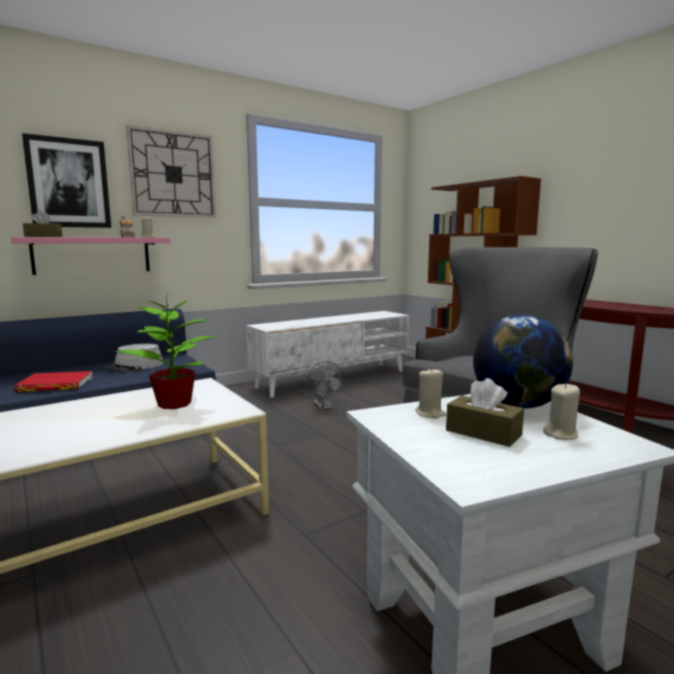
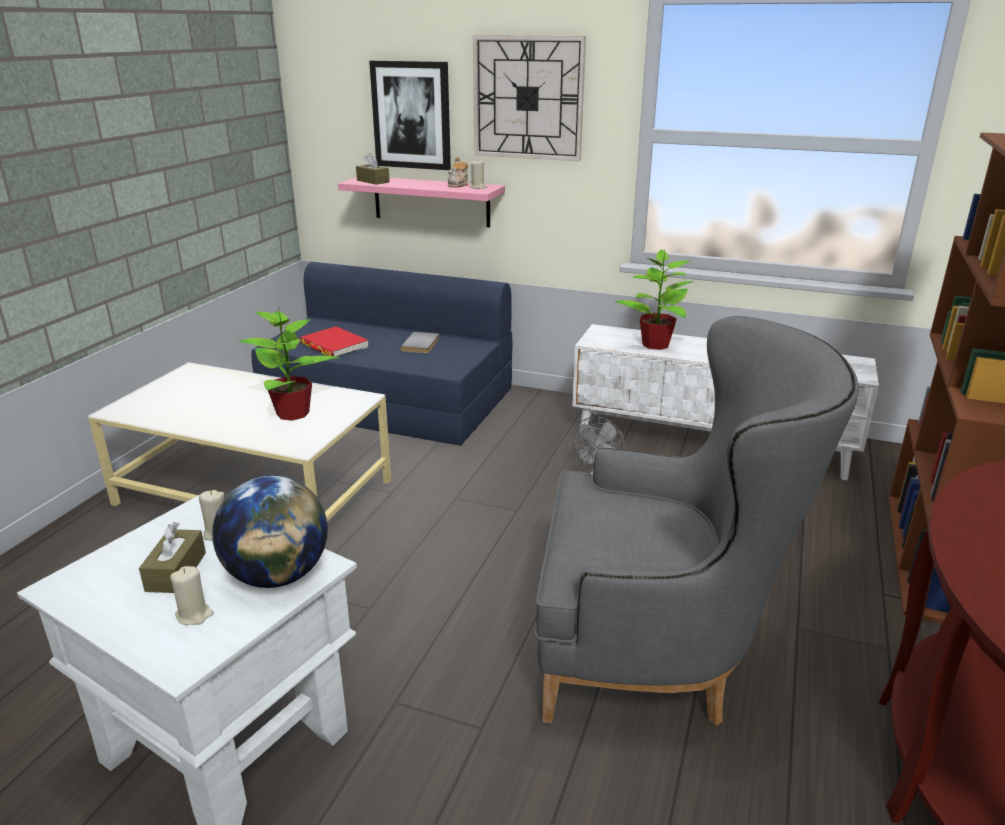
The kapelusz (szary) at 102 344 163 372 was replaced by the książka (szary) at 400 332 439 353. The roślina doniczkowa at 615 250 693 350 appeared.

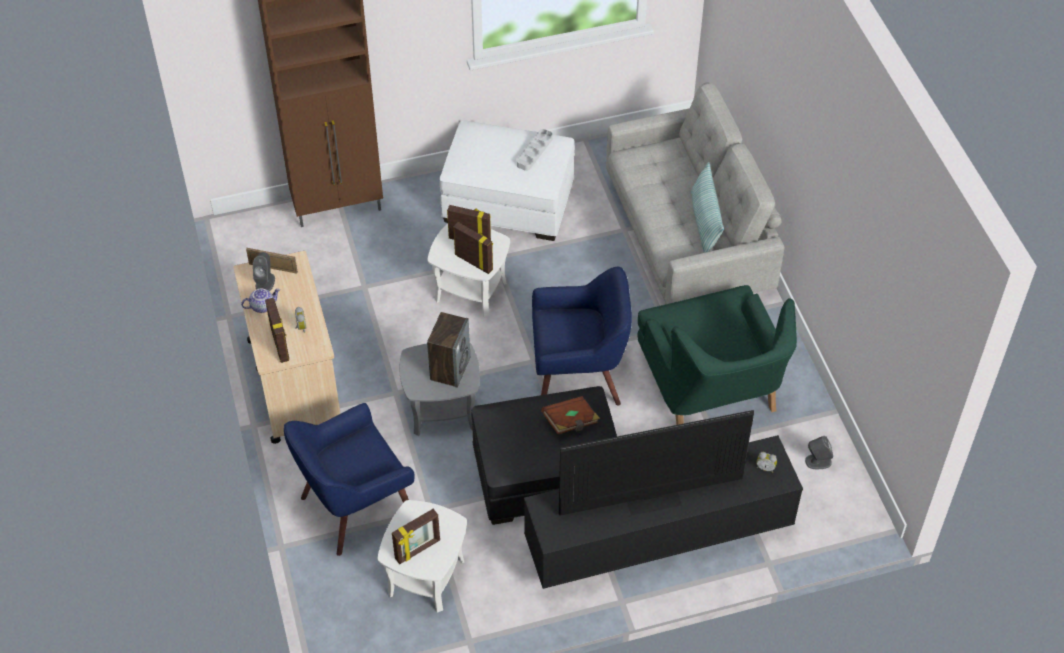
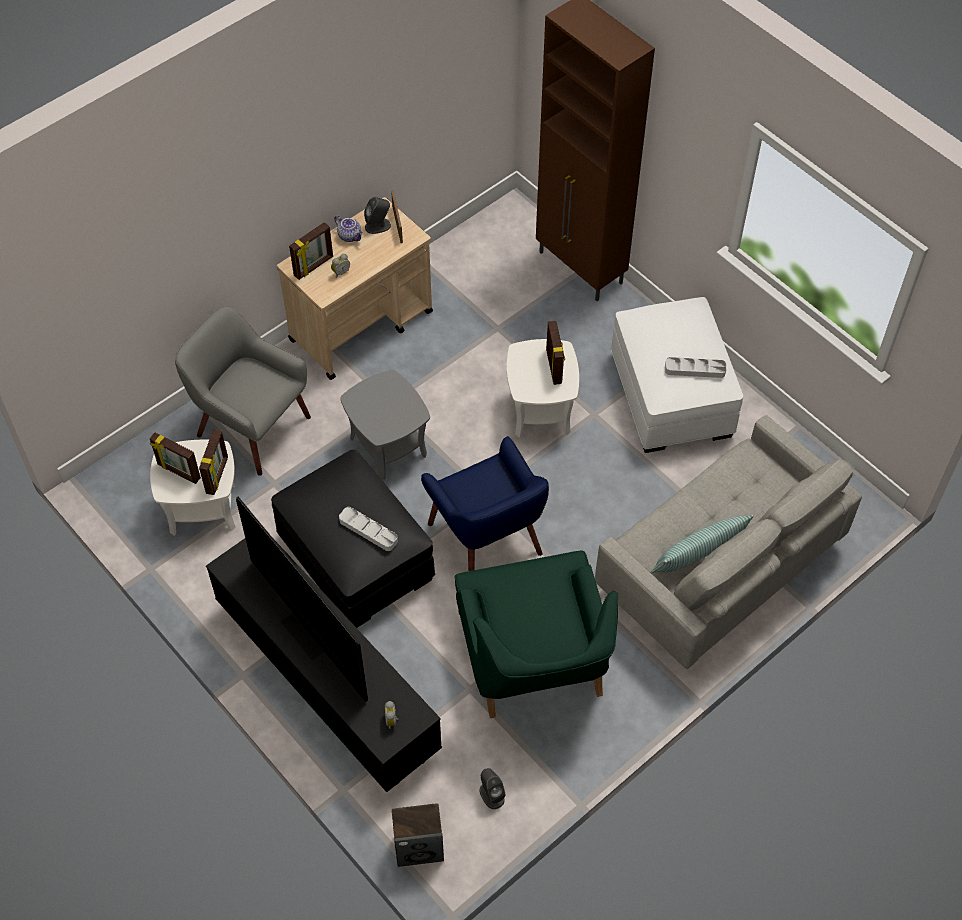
The ramka na zdjęcie moved from 453 222 493 274 to 199 429 228 495. The fotel (zielony) at 638 285 797 425 turned 60 degrees counterclockwise. The głośnik moved from 427 312 470 388 to 392 803 444 867. The książka (brązowy) at 541 396 600 435 was replaced by the taca (szary) at 339 507 398 551. The fotel (niebieski) at 284 403 415 556 became the fotel (szary) at 175 306 311 476.

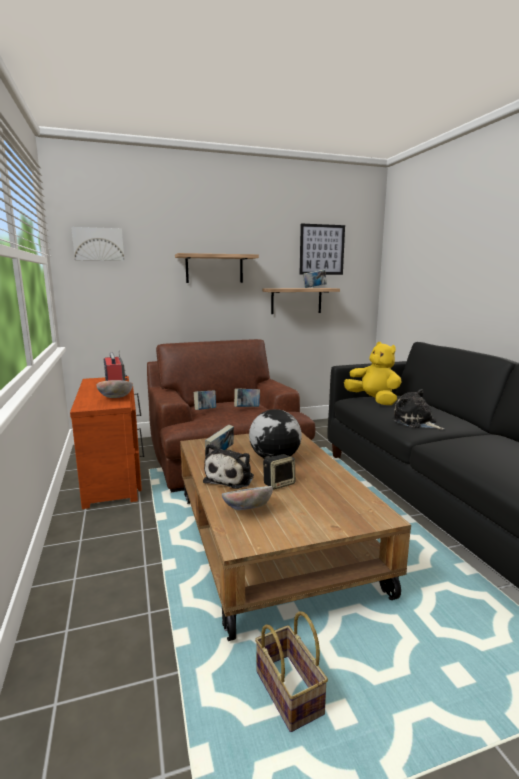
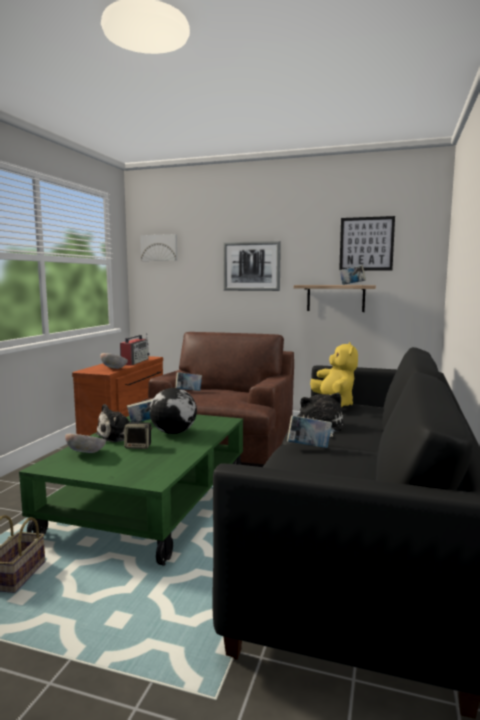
The półka at 175 253 259 283 was replaced by the obraz at 223 241 281 291. The książka moved from 234 388 260 407 to 287 415 332 448. The ława (brązowy) at 180 432 411 641 became the ława (zielony) at 19 414 243 566.

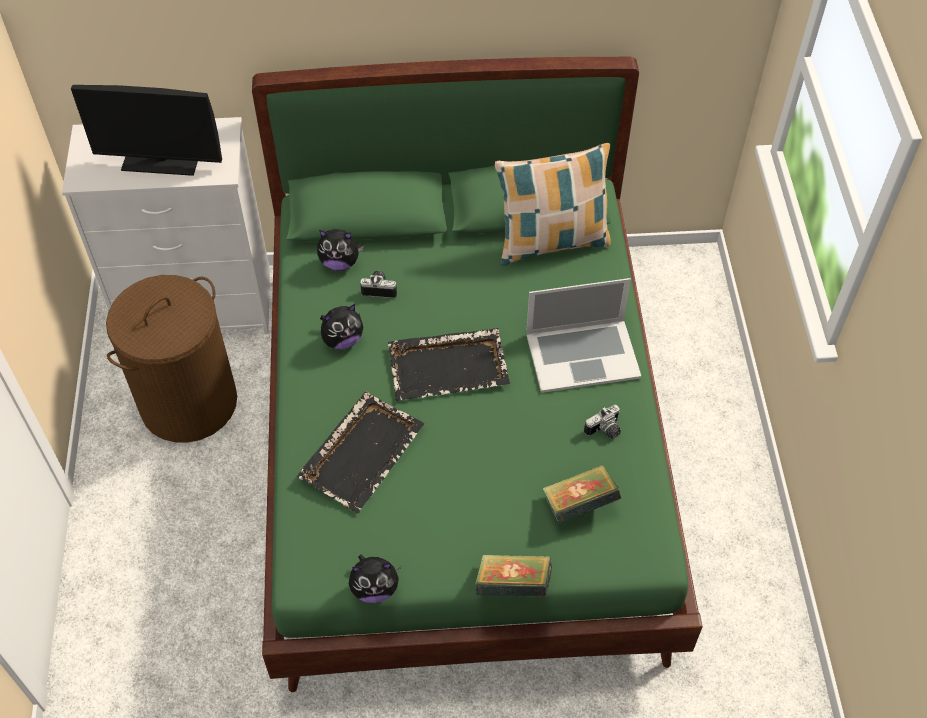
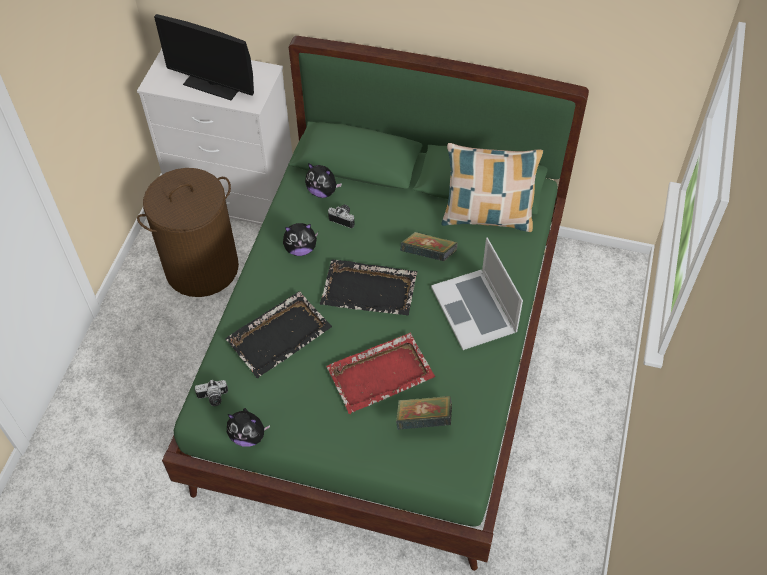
The laptop at 526 278 641 393 turned 60 degrees clockwise. The aparat fotograficzny moved from 584 405 621 439 to 195 379 228 406. The książka moved from 475 555 552 596 to 400 232 458 262. The taca (czerwony) at 326 333 435 414 appeared.

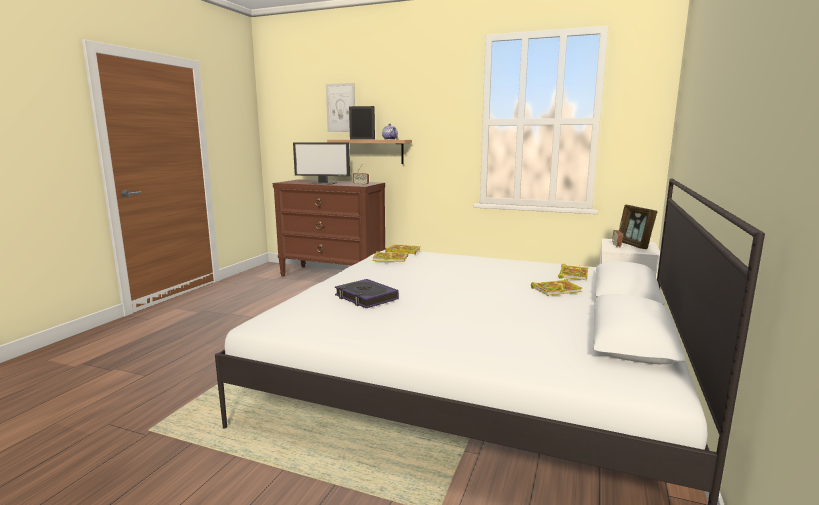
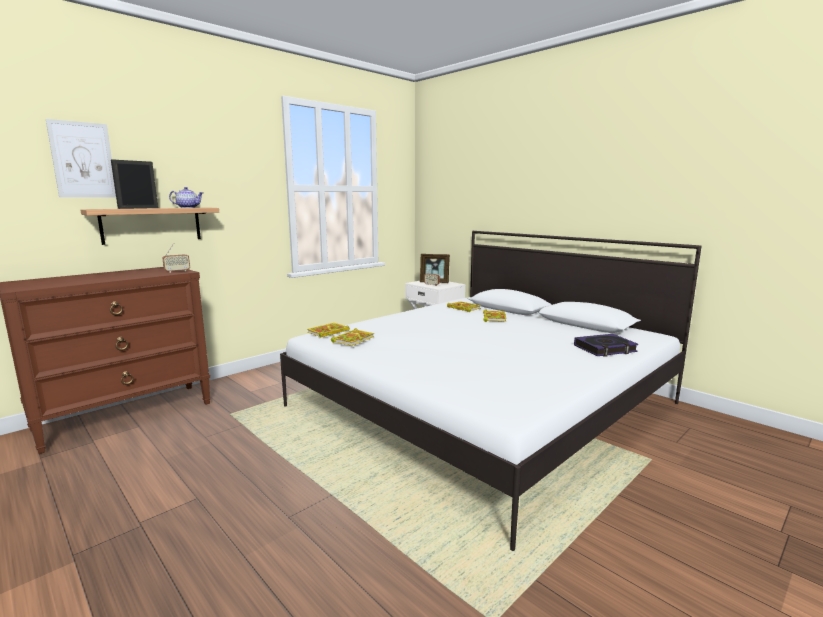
The monitor at 293 142 350 184 disappeared. The książka moved from 335 279 399 308 to 574 334 638 357.

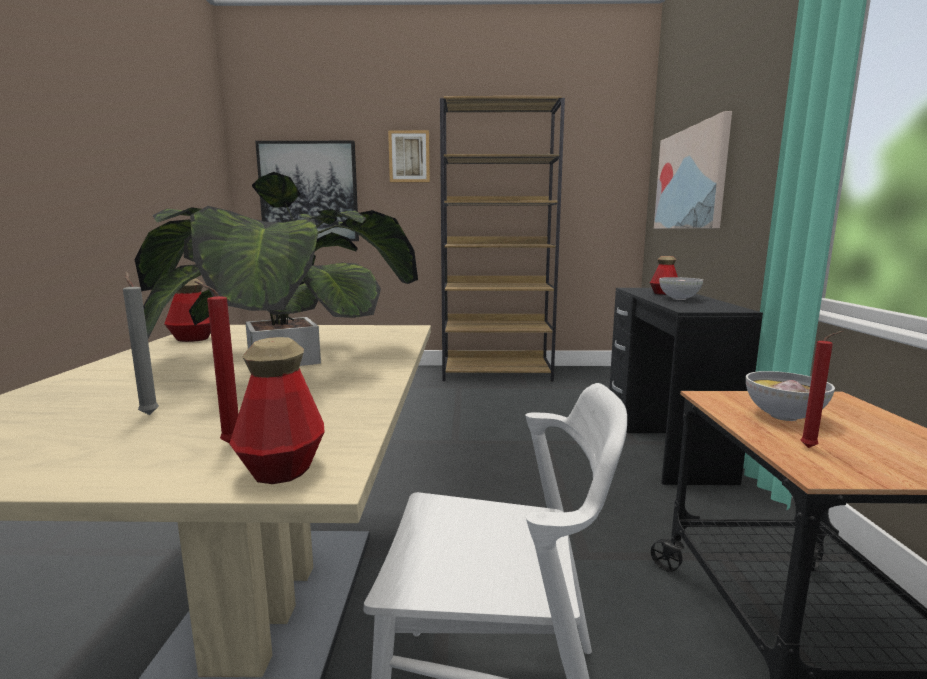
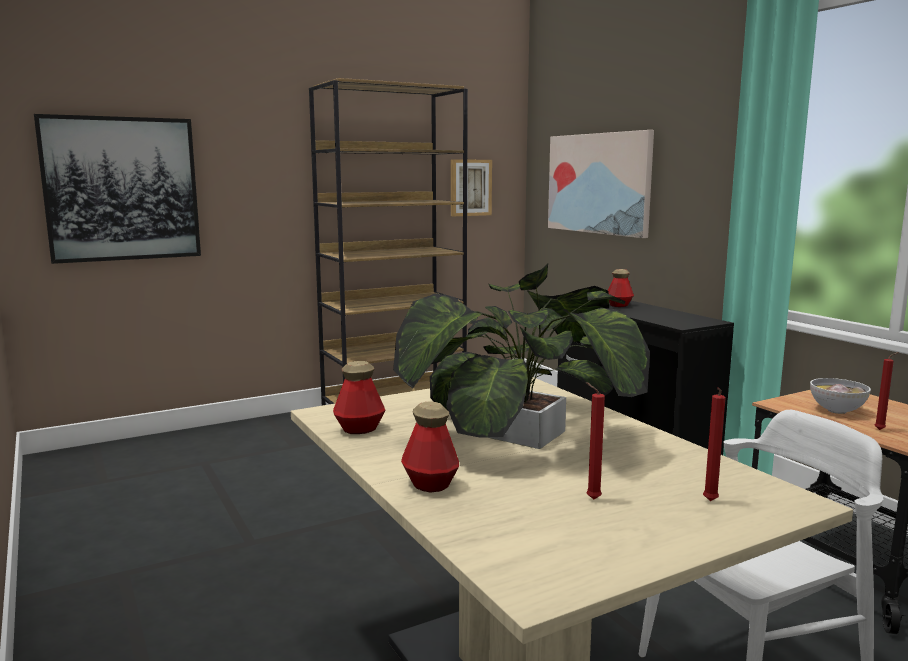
The obraz moved from 388 130 430 182 to 451 159 492 216. The świeca (szary) at 123 272 159 415 became the świeca (czerwony) at 586 382 605 499. The miska at 659 277 703 300 disappeared. The butelka moved from 229 337 324 484 to 401 401 459 493.

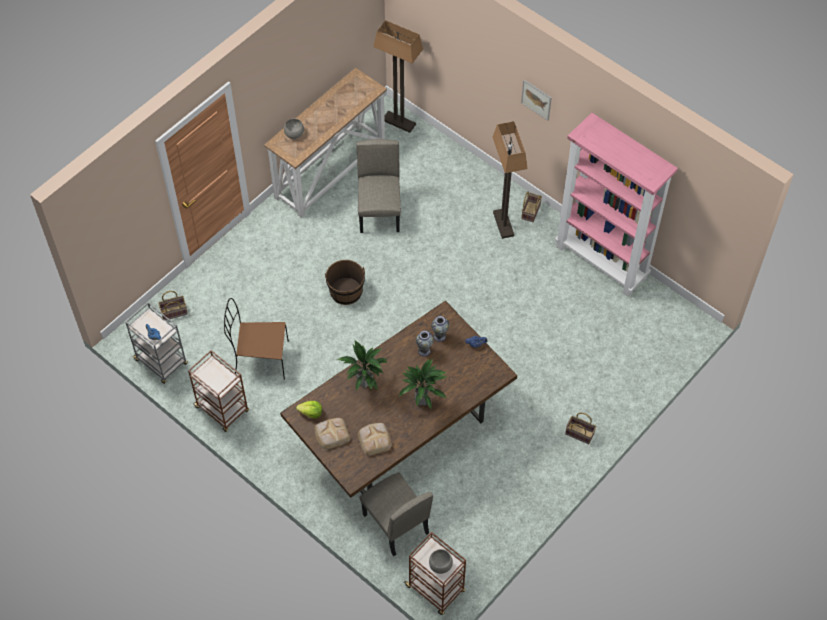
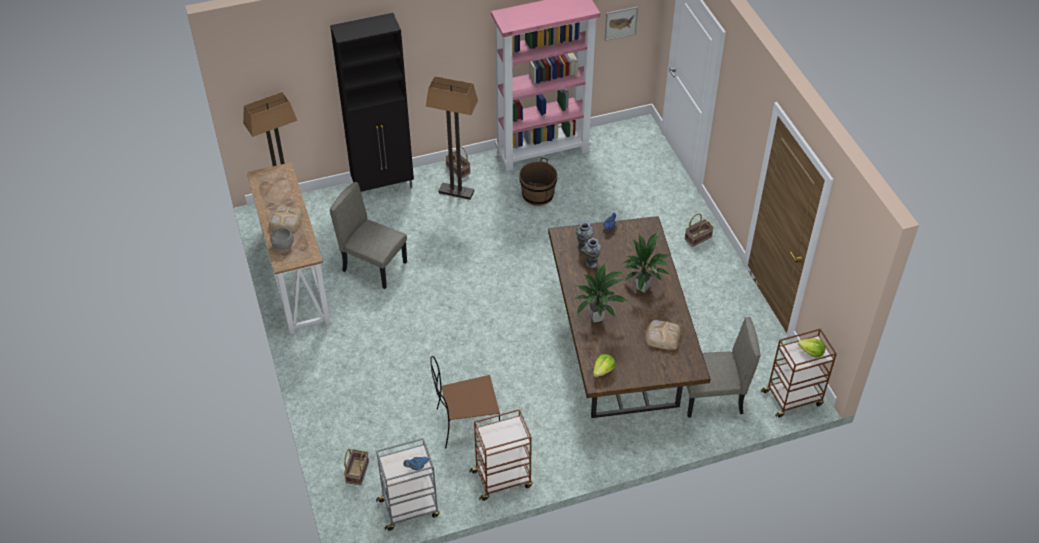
The obraz moved from 521 80 552 121 to 605 6 638 41. The wiadro (brązowy) moved from 325 260 365 305 to 519 157 557 206. The krzesło (brązowy) at 224 298 289 380 turned 45 degrees clockwise. The chleb moved from 315 418 351 449 to 269 206 303 232. The miska (szary) at 429 549 453 574 was replaced by the sałata at 798 339 825 358. The szafka (czarny) at 330 13 414 192 appeared.

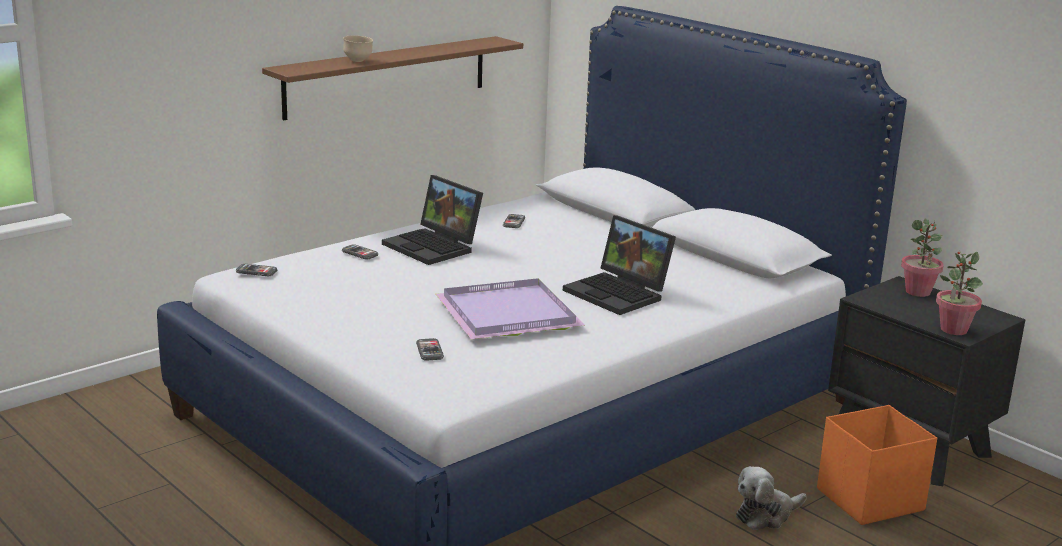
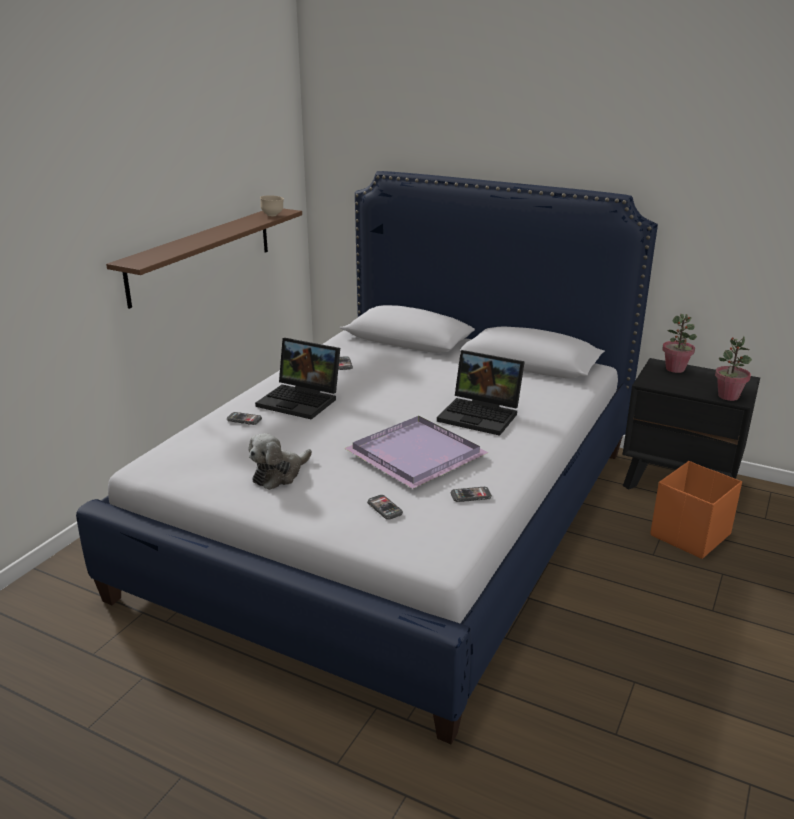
The miska (beżowy) moved from 343 35 373 62 to 260 195 284 216. The telefon moved from 236 264 277 276 to 451 487 492 502. The pluszak moved from 736 466 807 530 to 248 433 312 490.

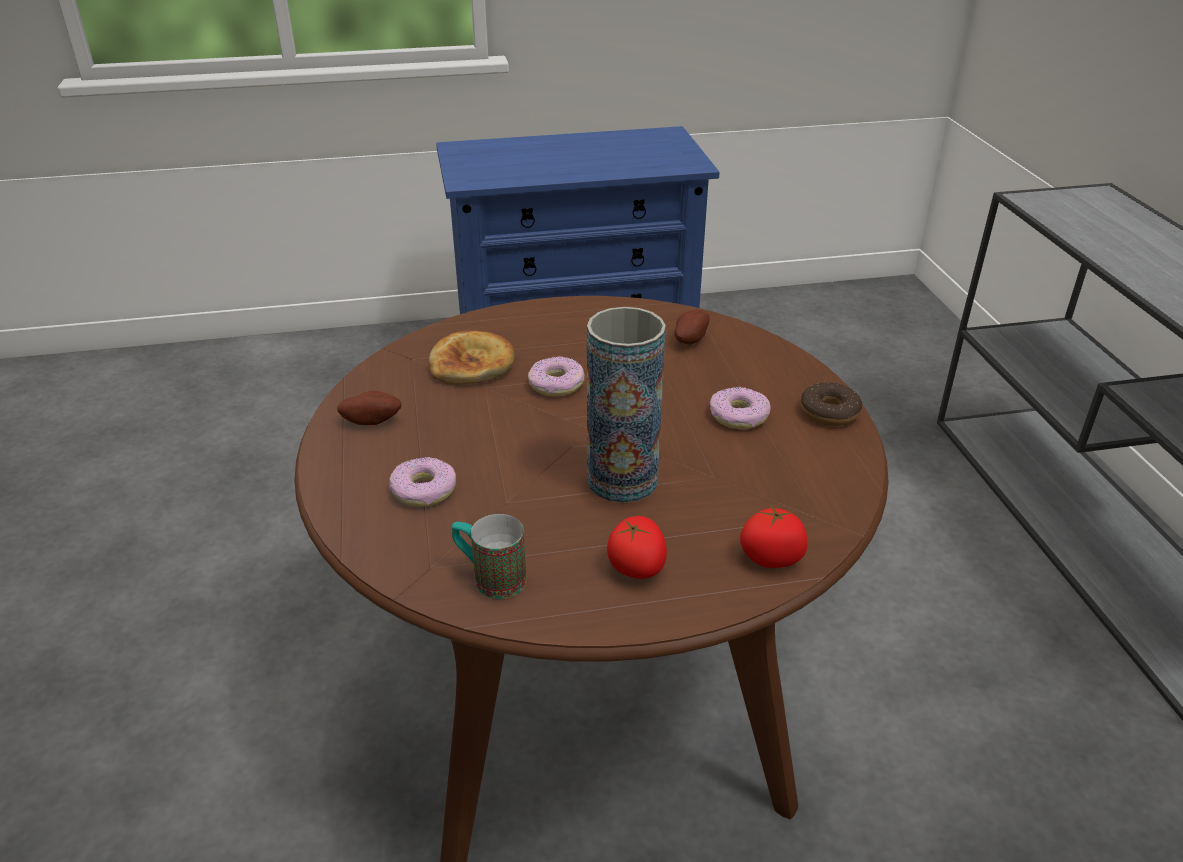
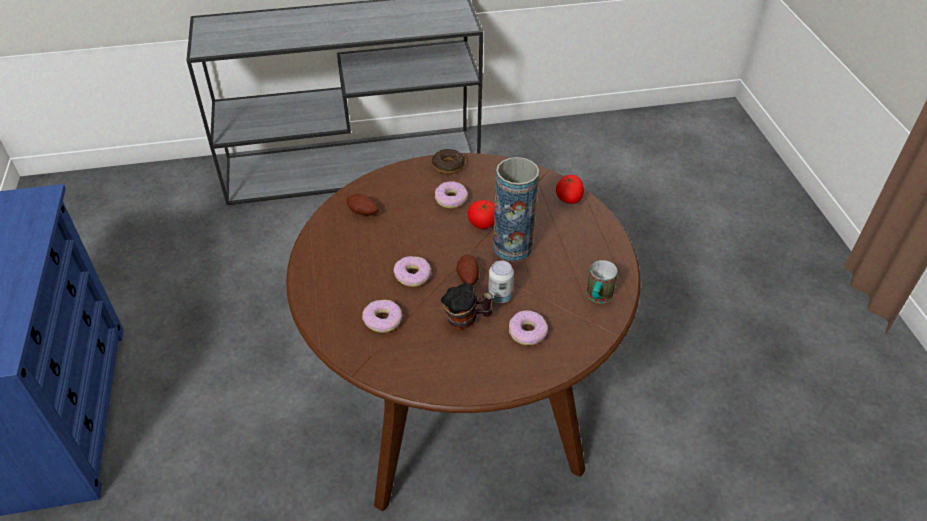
The chleb at 428 331 515 385 was replaced by the donut at 362 300 403 333. The ziemniak moved from 337 391 401 425 to 456 254 479 285. The pomidor moved from 607 516 667 579 to 467 200 495 229. The puszka at 488 260 514 303 appeared. The kubek at 441 283 493 329 appeared.

